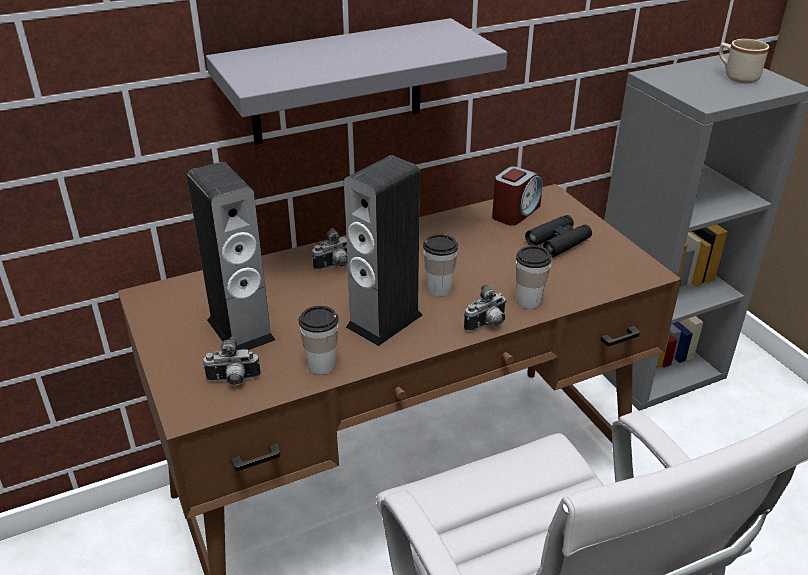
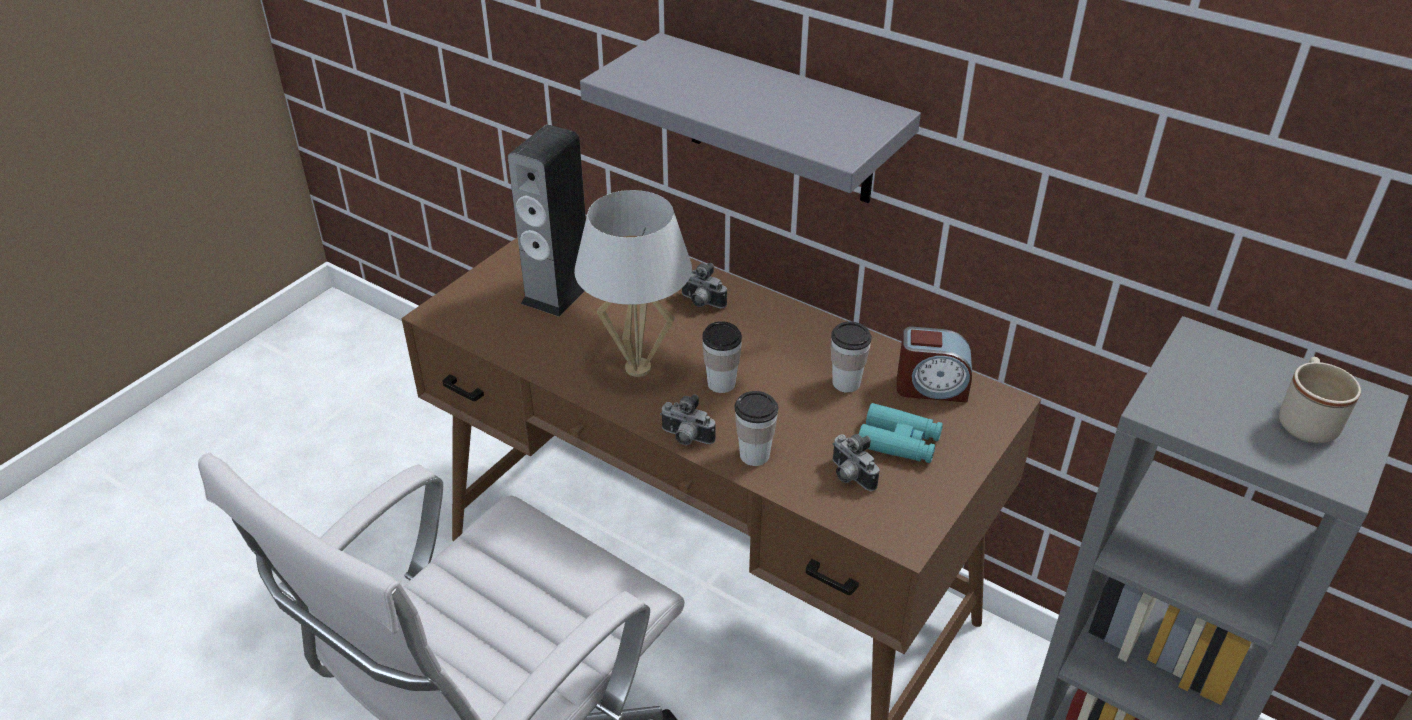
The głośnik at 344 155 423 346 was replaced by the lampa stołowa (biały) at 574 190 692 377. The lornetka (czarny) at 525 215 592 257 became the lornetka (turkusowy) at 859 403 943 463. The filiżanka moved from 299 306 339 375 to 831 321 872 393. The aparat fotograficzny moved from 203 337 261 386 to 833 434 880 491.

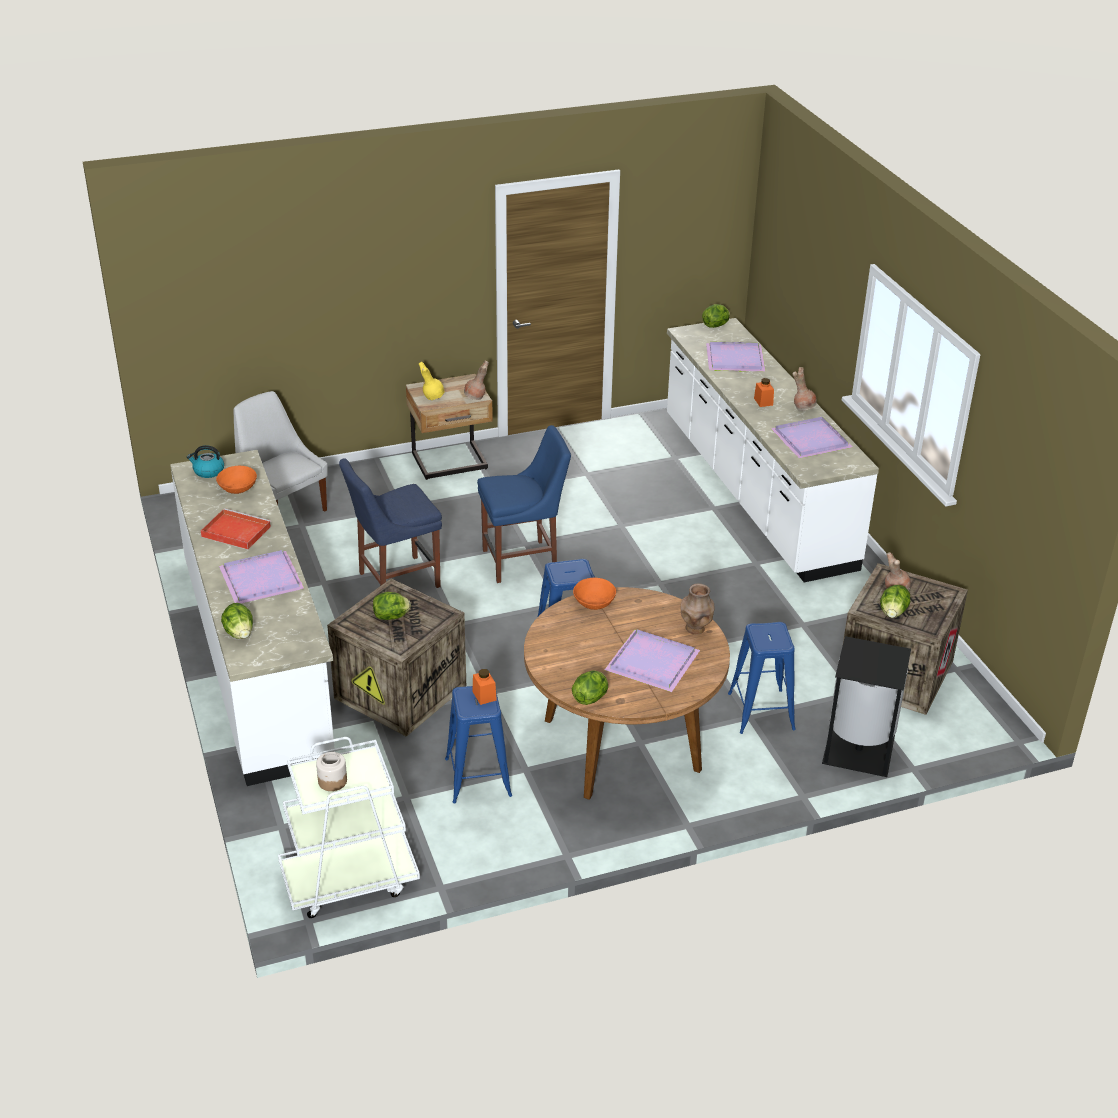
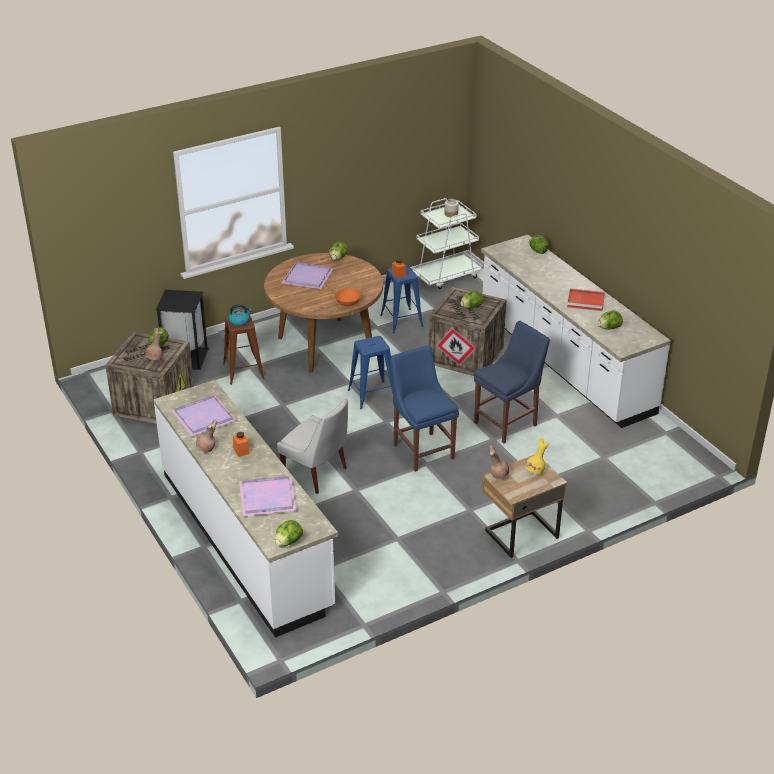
The krzesło (biały) moved from 234 391 328 512 to 277 399 348 494. The krzesło (niebieski) at 477 425 571 583 turned 90 degrees clockwise. The czajnik moved from 187 445 224 478 to 228 304 252 326. The miska (pomarańczowy) at 216 466 257 494 was replaced by the sałata at 598 310 623 330. The taca (fioletowy) at 219 550 305 604 disappeared. The wazon (brązowy) at 680 583 714 635 disappeared. The stołek (niebieski) at 728 622 796 734 became the stołek (brązowy) at 223 315 265 385.

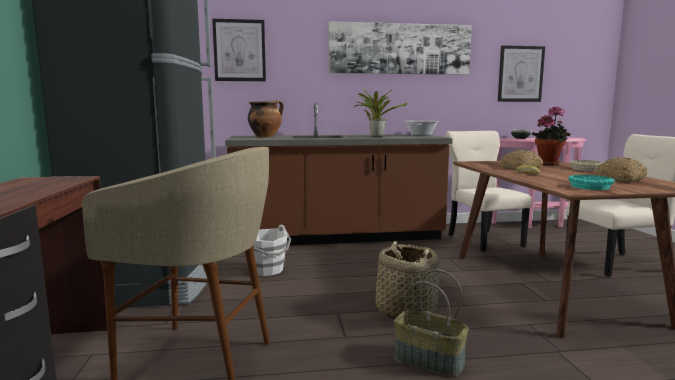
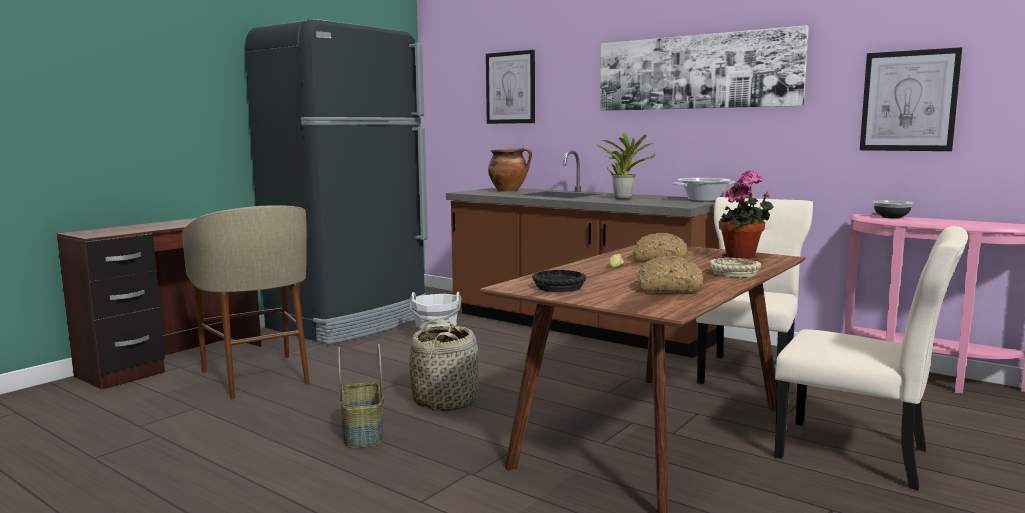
The miska (turkusowy) at 568 175 615 190 became the miska (czarny) at 532 270 586 292.

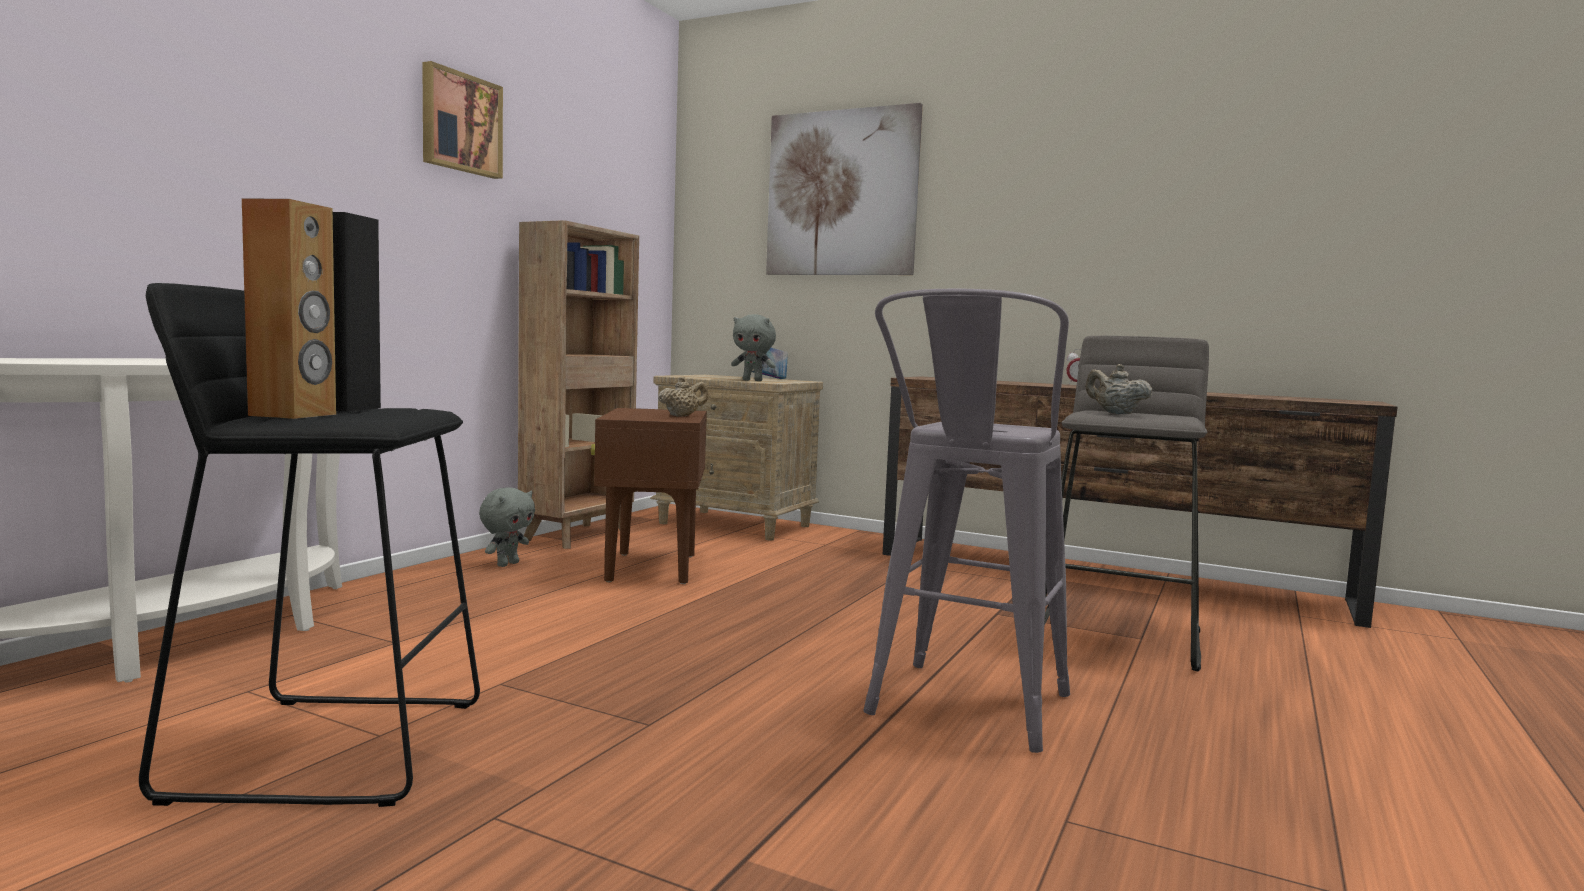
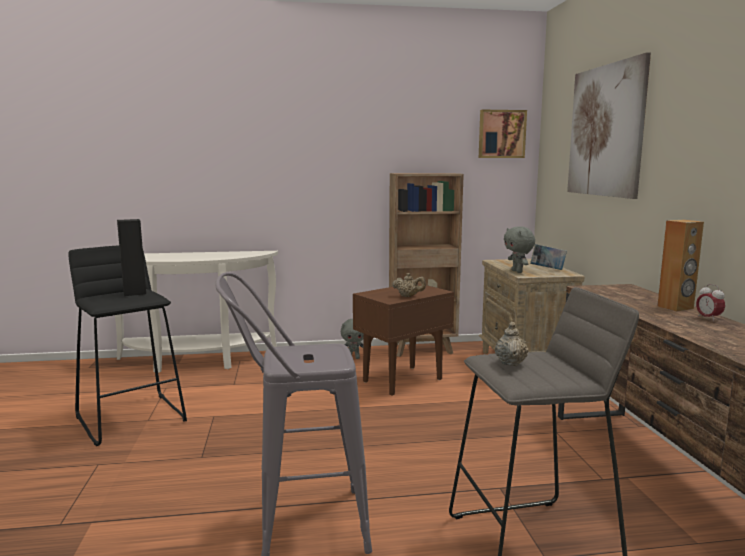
The obraz moved from 422 61 503 179 to 479 110 527 158. The głośnik (brązowy) moved from 242 198 336 419 to 657 220 704 312.

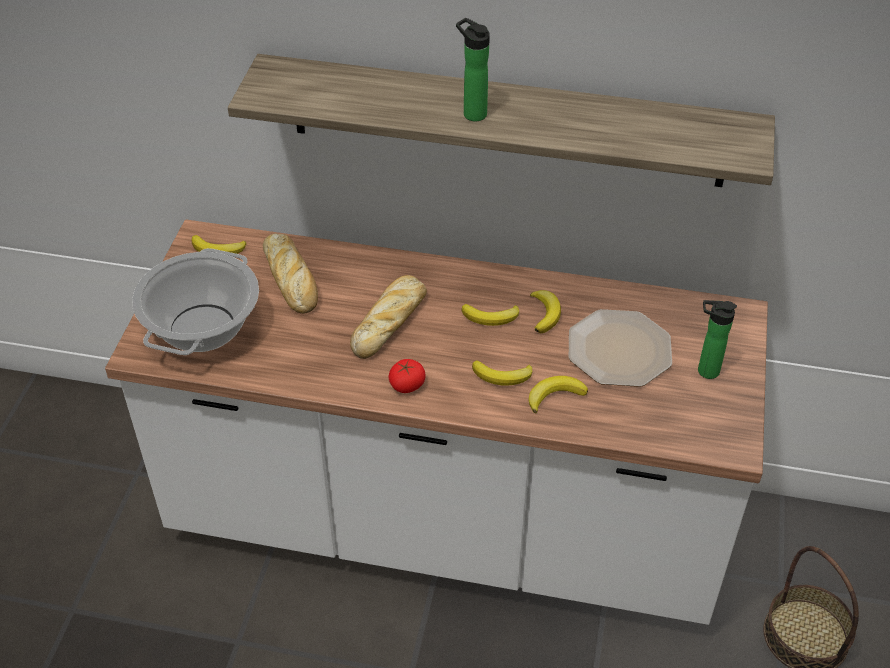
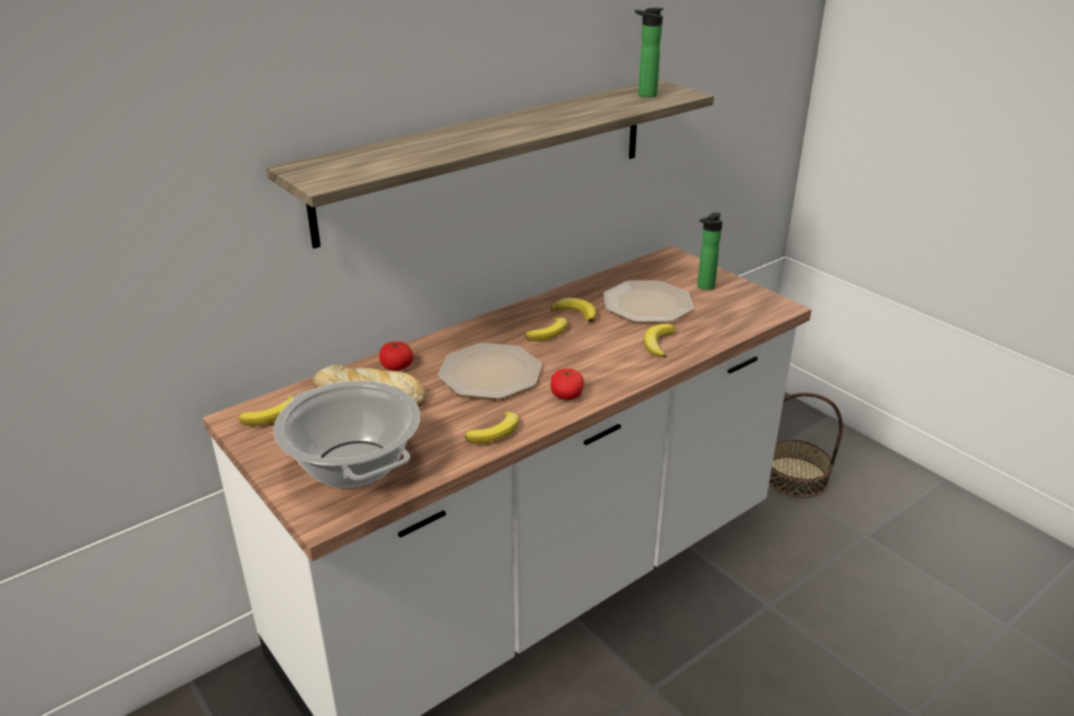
The butelka moved from 456 18 490 121 to 635 7 664 97. The chleb at 350 275 427 359 was replaced by the talerz at 437 343 542 399. The banan moved from 472 360 532 386 to 465 412 519 444. The pomidor at 379 341 413 371 appeared.

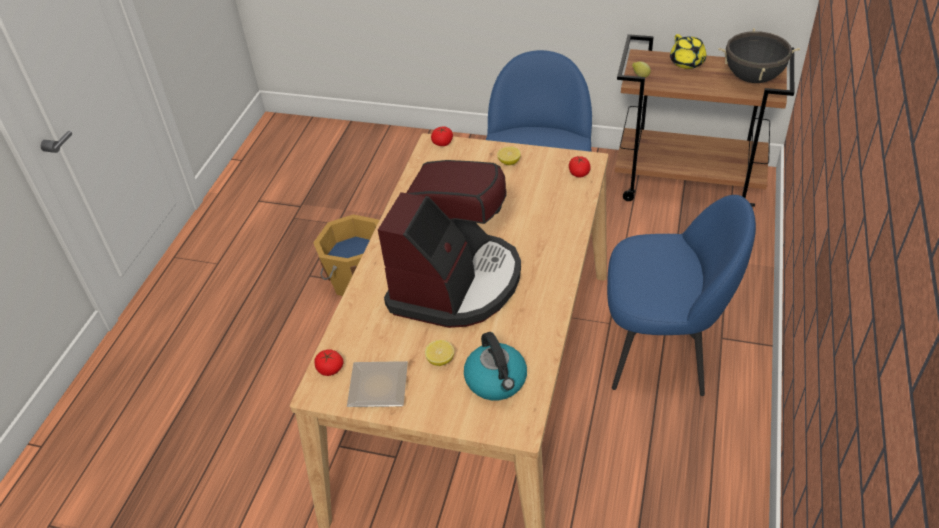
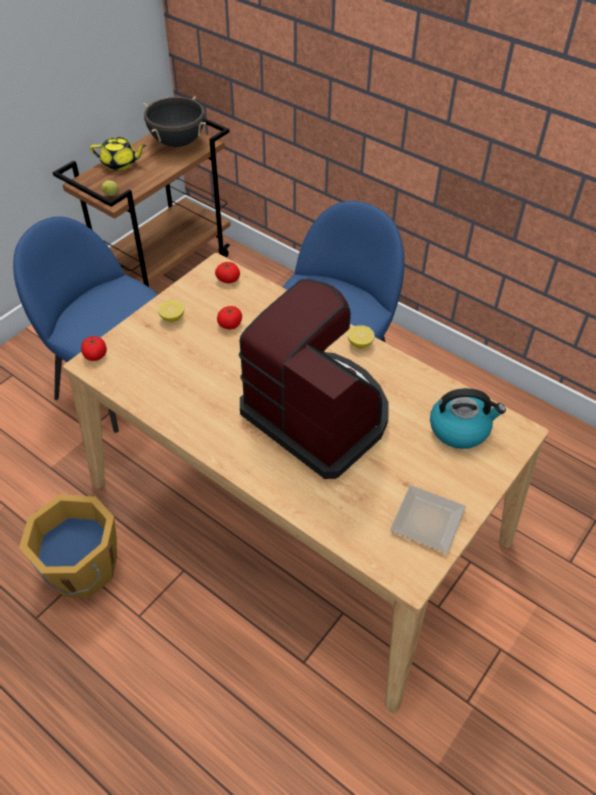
The cytryna moved from 425 340 454 366 to 348 325 374 348. The pomidor moved from 314 349 343 376 to 217 306 242 329.

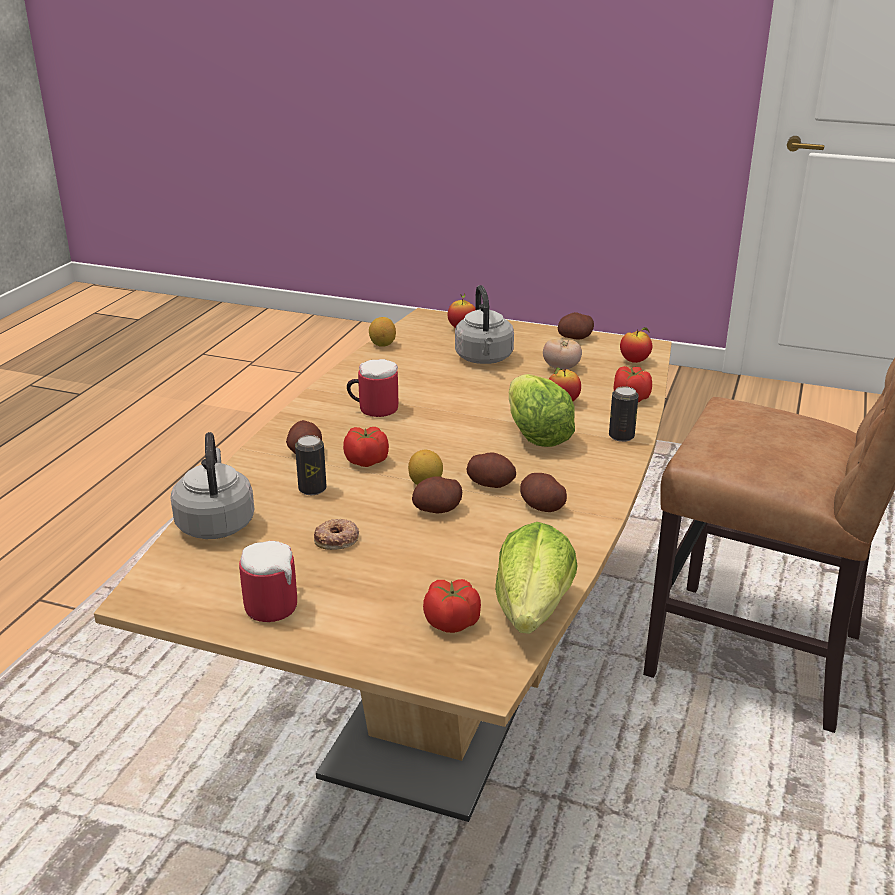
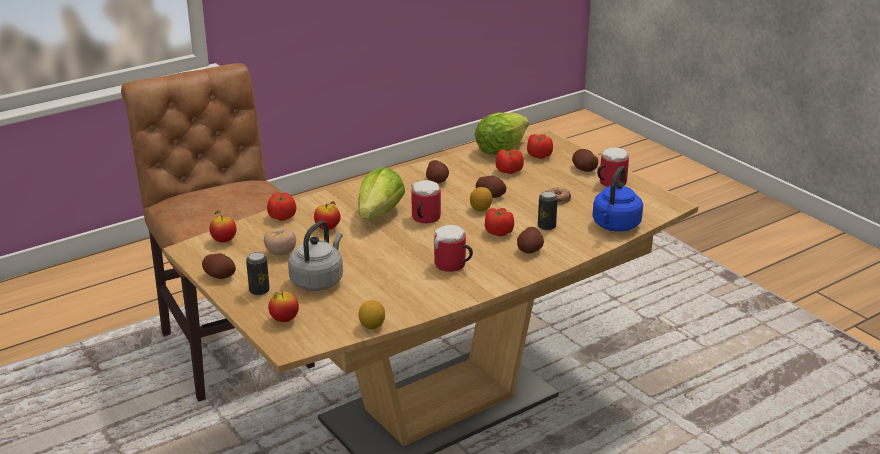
The puszka moved from 609 386 639 442 to 246 252 270 295. The czajnik (szary) at 170 432 255 539 became the czajnik (niebieski) at 592 166 643 232. The ziemniak moved from 466 452 516 488 to 572 149 598 172. The pomidor at 496 149 524 174 appeared. The kubek at 411 180 441 223 appeared.

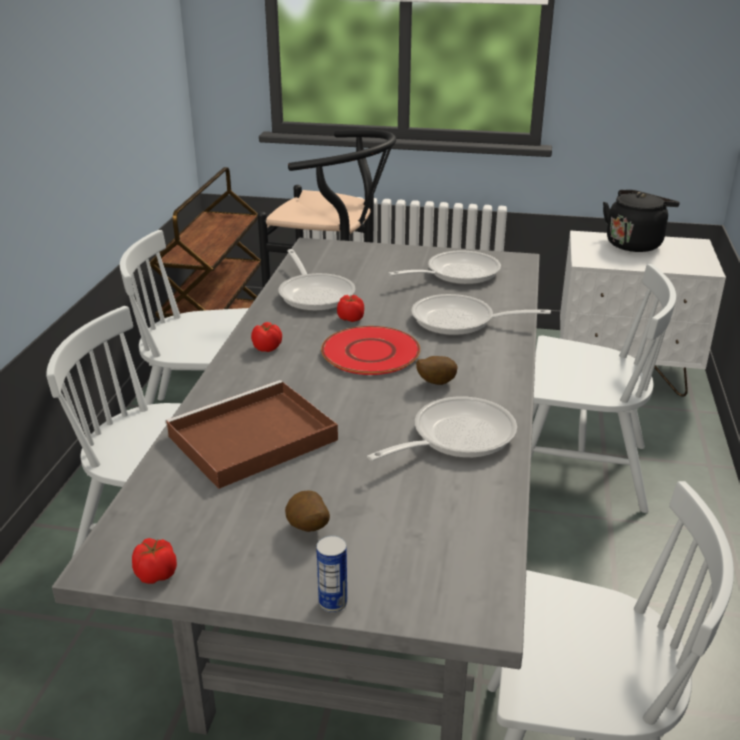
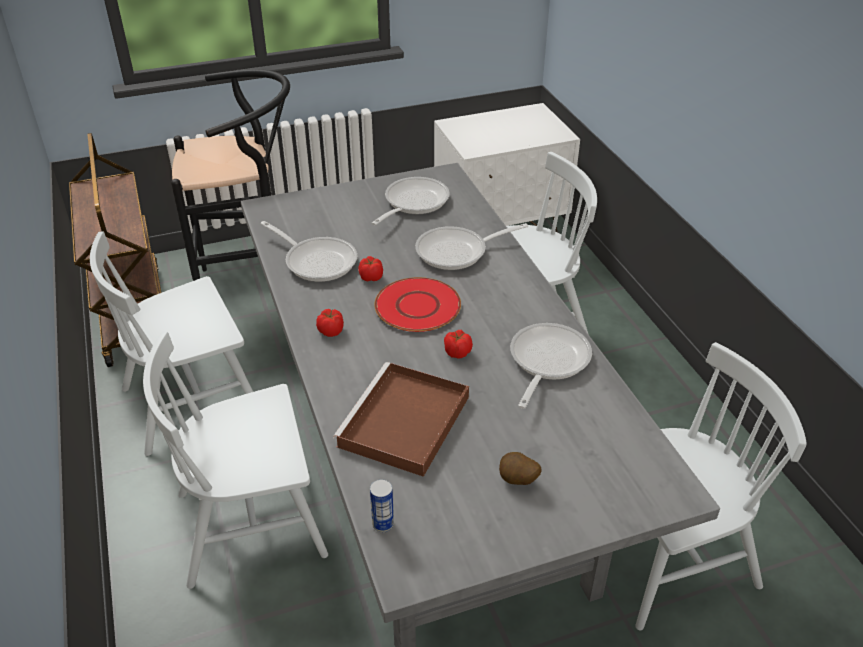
The czajnik (czarny) at 603 190 680 252 disappeared. The ziemniak at 416 356 458 385 disappeared. The puszka moved from 316 535 347 613 to 370 479 394 532. The pomidor moved from 132 538 177 584 to 444 330 473 359.

